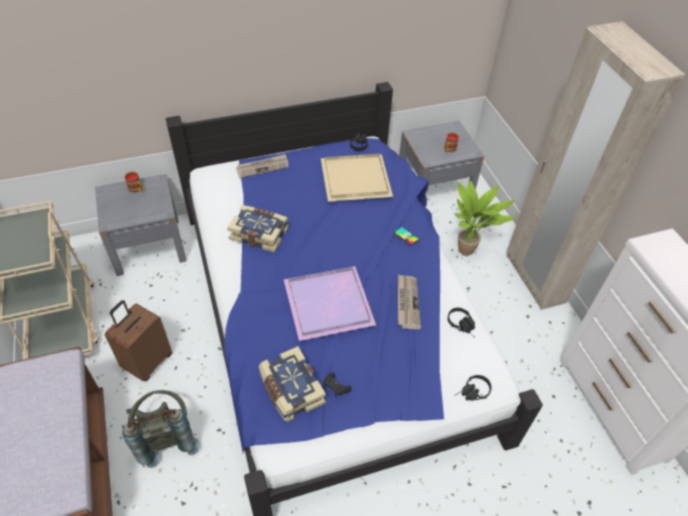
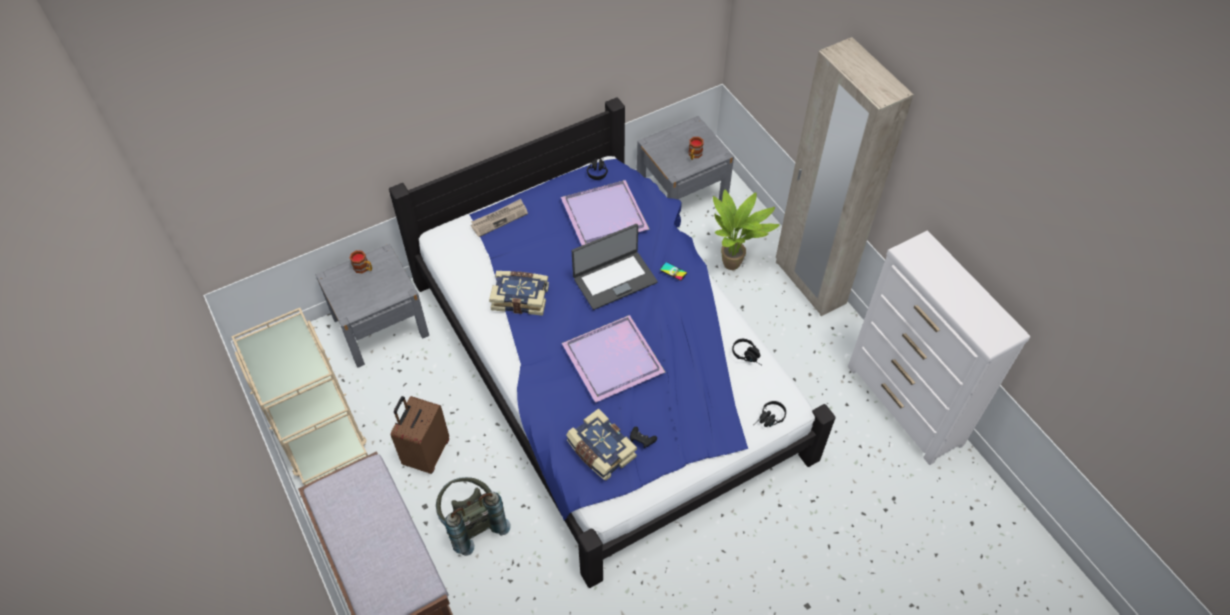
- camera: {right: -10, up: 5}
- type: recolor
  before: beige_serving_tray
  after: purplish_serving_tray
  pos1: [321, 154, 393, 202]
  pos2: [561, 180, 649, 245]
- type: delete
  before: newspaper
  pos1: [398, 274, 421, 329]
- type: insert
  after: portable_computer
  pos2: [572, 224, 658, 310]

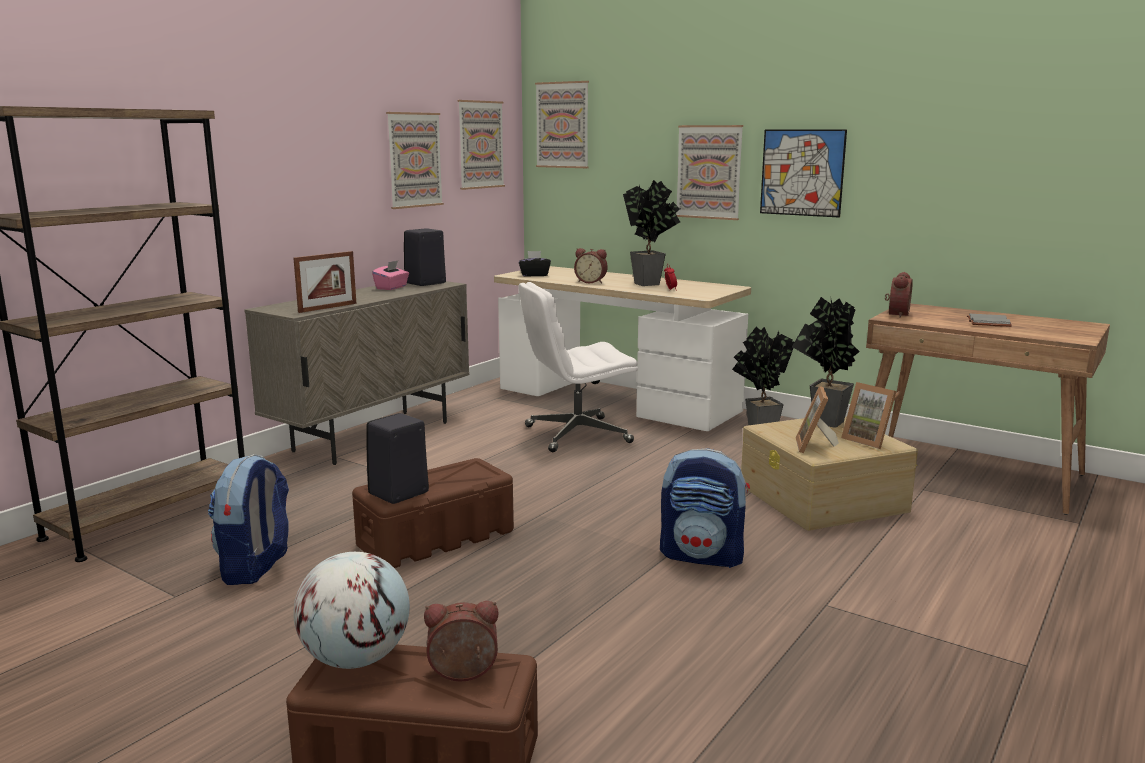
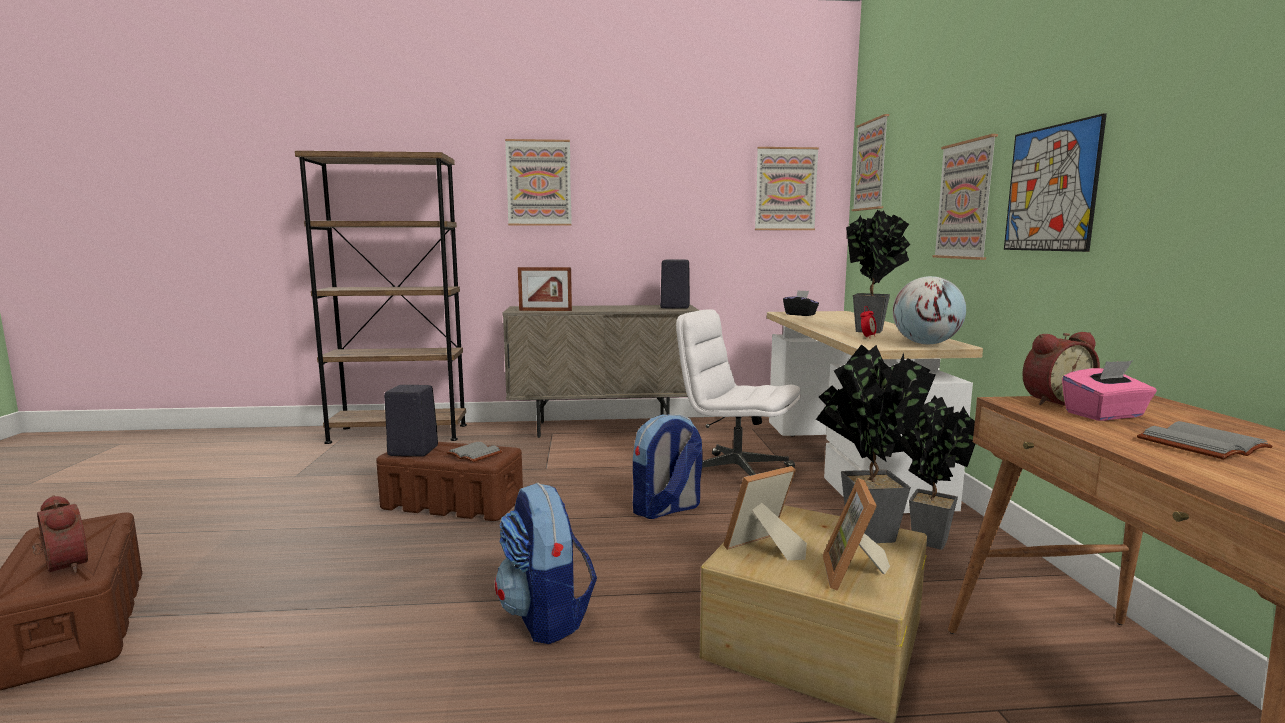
- camera: {right: 50, up: -5}
- type: move
  before: knapsack
  pos1: [208, 454, 289, 585]
  pos2: [633, 414, 703, 519]
- type: move
  before: desk_globe
  pos1: [293, 552, 410, 669]
  pos2: [893, 276, 966, 344]
- type: move
  before: pink-coloured_tissue_box
  pos1: [372, 261, 409, 290]
  pos2: [1062, 361, 1157, 421]
- type: move
  before: picture
  pos1: [386, 112, 444, 209]
  pos2: [505, 139, 572, 226]
- type: delete
  before: alarm_clock
  pos1: [574, 248, 608, 284]
- type: insert
  after: grey_volume
  pos2: [446, 442, 503, 462]

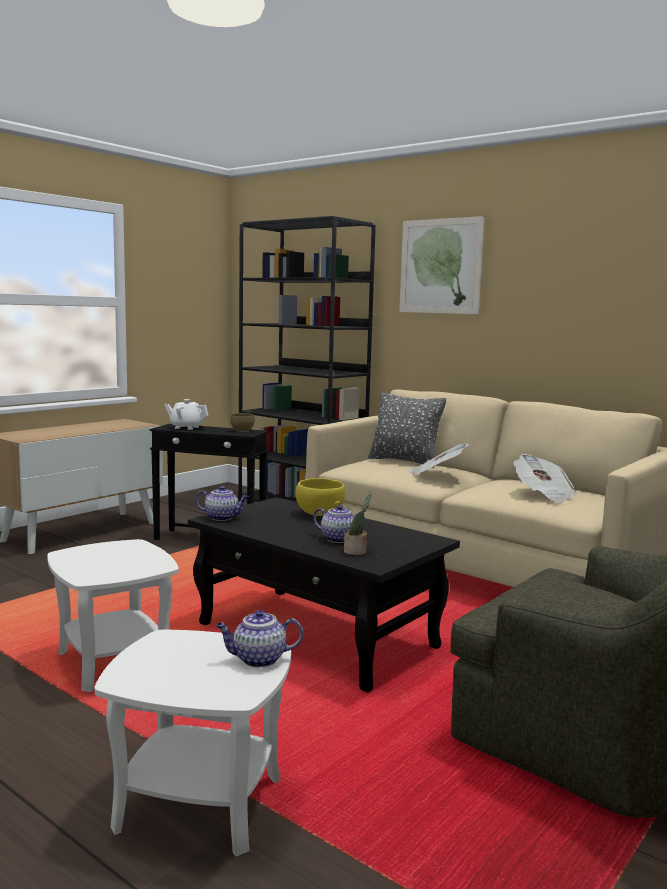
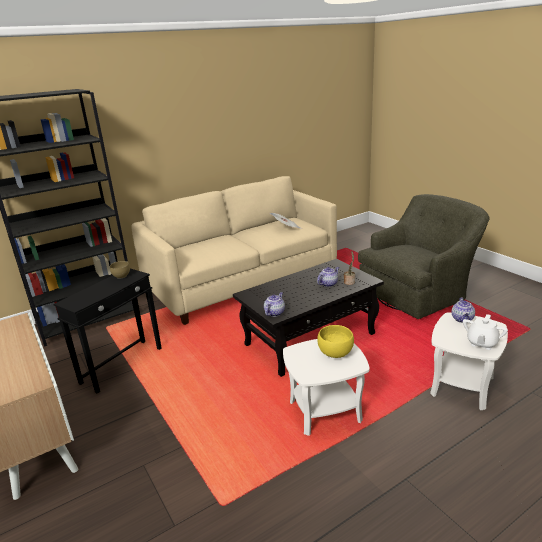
- camera: {right: -70, up: 15}
- type: move
  before: white-coloured_teapot
  pos1: [164, 399, 208, 430]
  pos2: [463, 314, 508, 350]
- type: move
  before: yellow-coloured_serving_bowl
  pos1: [296, 478, 345, 516]
  pos2: [317, 325, 354, 358]
- type: delete
  before: grey_pillow
  pos1: [368, 393, 446, 468]
- type: delete
  before: picture
  pos1: [399, 216, 485, 314]
- type: delete
  before: newspaper
  pos1: [408, 443, 469, 475]

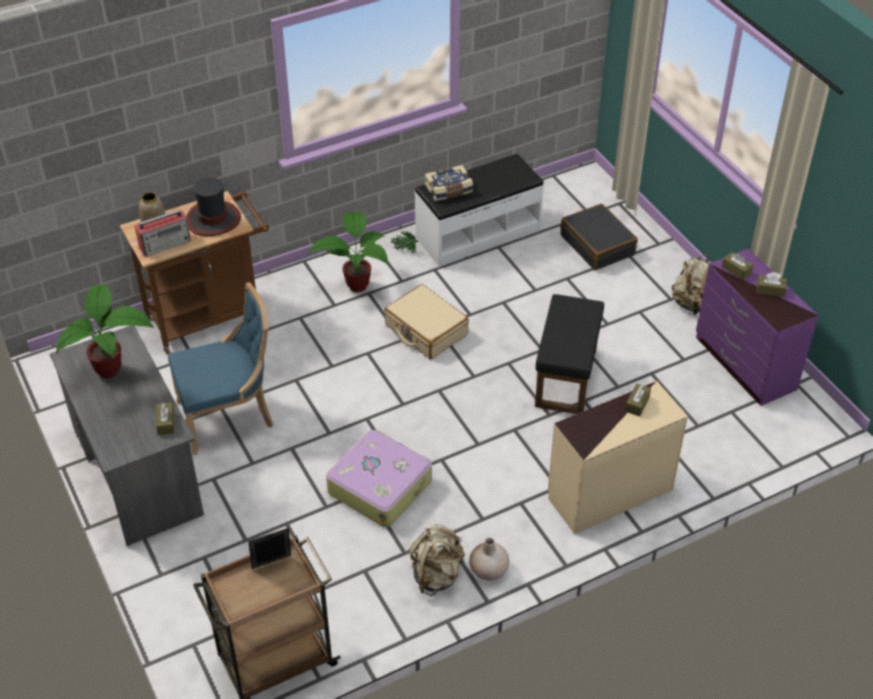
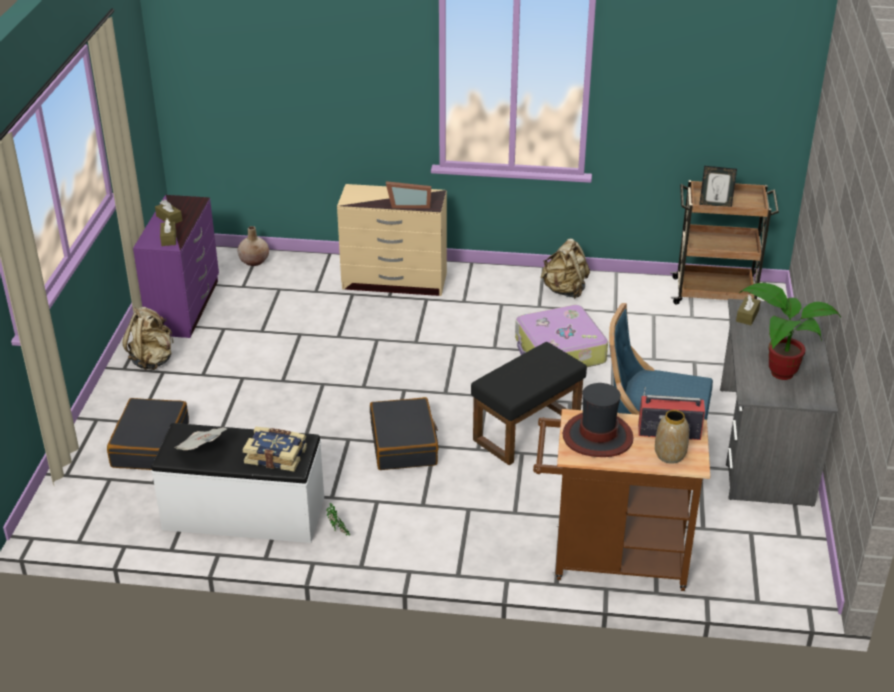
- camera: {right: -145, up: -10}
- type: delete
  before: potted_plant
  pos1: [308, 211, 389, 292]
- type: recolor
  before: beige_travel_case
  after: black-coloured_travel_case
  pos1: [384, 284, 469, 359]
  pos2: [370, 397, 439, 470]
- type: move
  before: beige_vase
  pos1: [469, 538, 509, 581]
  pos2: [237, 226, 269, 266]
- type: move
  before: black-coloured_pouffe
  pos1: [535, 294, 604, 414]
  pos2: [471, 342, 587, 465]
- type: delete
  before: brown-coloured_tissue_box
  pos1: [625, 383, 651, 416]
- type: insert
  after: newspaper
  pos2: [174, 427, 227, 450]
- type: insert
  after: standing_frame
  pos2: [386, 181, 431, 208]

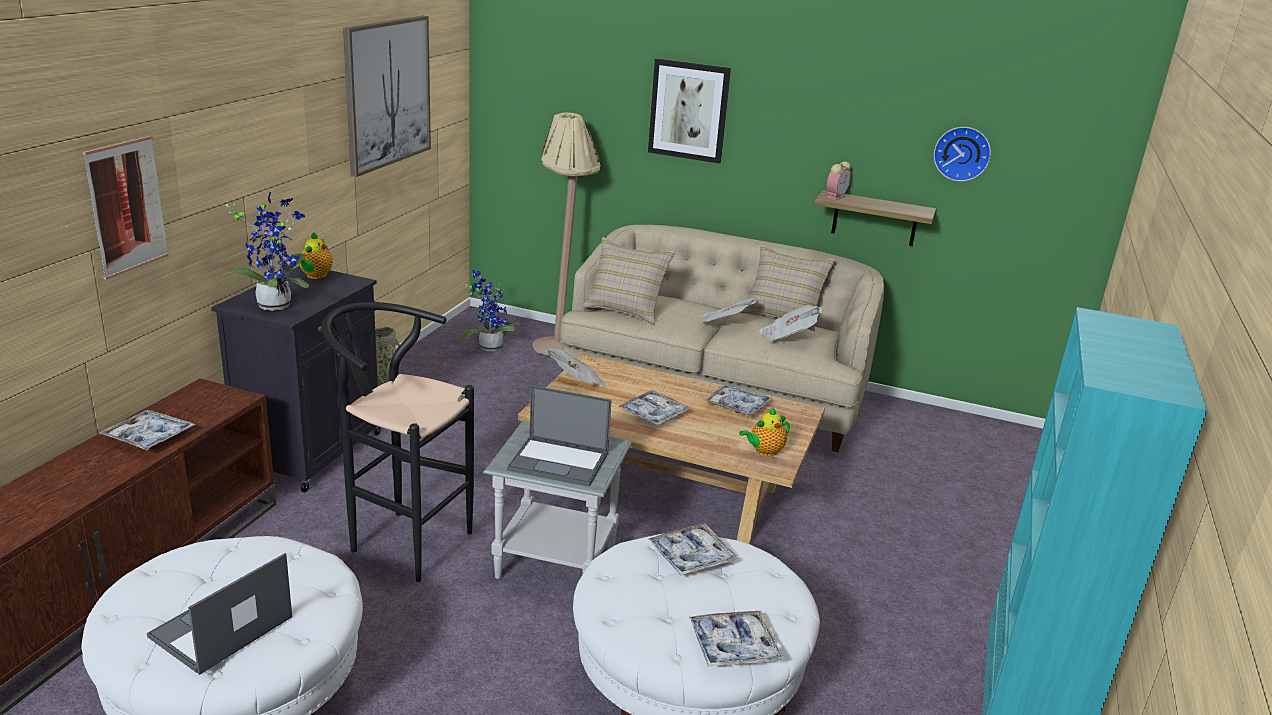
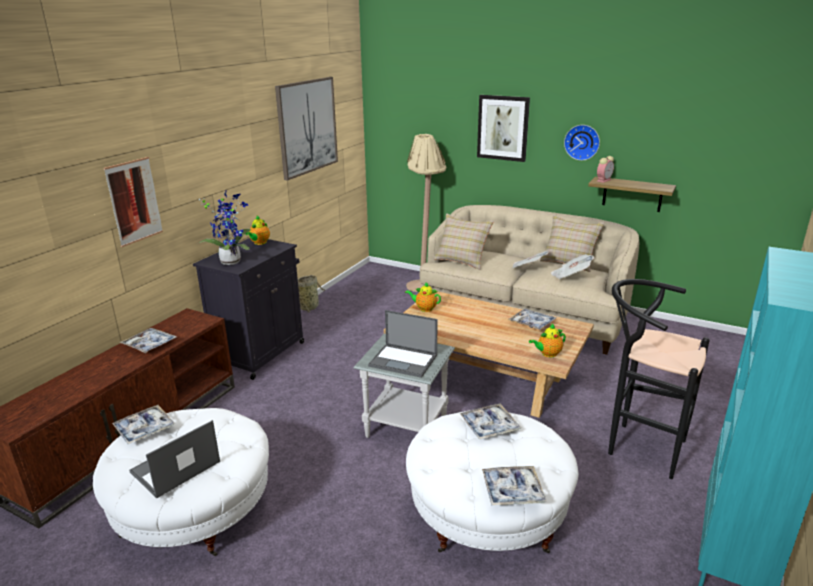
- camera: {right: 10, up: 0}
- type: move
  before: black-coloured_stool_seat
  pos1: [322, 302, 474, 582]
  pos2: [608, 279, 710, 479]
- type: delete
  before: potted_plant
  pos1: [459, 270, 521, 351]
- type: replace
  before: newspaper
  after: teapot
  pos1: [544, 348, 609, 386]
  pos2: [405, 282, 441, 312]
- type: move
  before: serving_tray
  pos1: [618, 390, 690, 425]
  pos2: [112, 405, 175, 444]
- type: move
  before: clock_on_the_wall
  pos1: [934, 127, 991, 181]
  pos2: [564, 125, 600, 161]

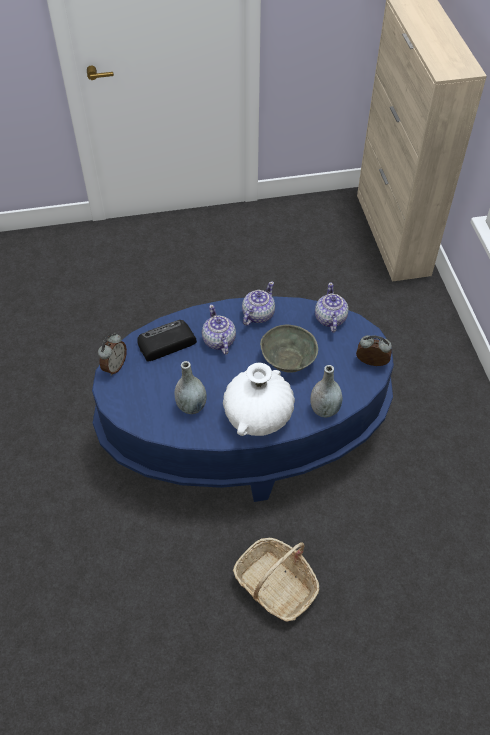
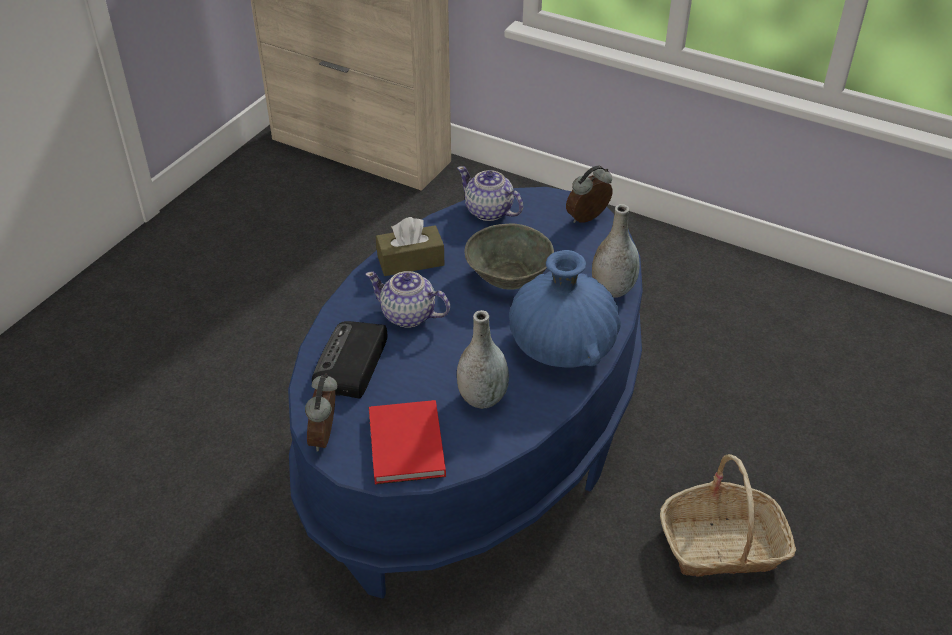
- camera: {right: -50, up: -10}
- type: rotate
  before: alarm_clock
  pos1: [98, 333, 127, 376]
  pos2: [305, 374, 337, 452]
  turn: -150
- type: recolor
  before: white-coloured_vase
  after: bluish_vase
  pos1: [223, 363, 295, 436]
  pos2: [509, 250, 621, 368]
- type: replace
  before: teapot
  after: brown-coloured_tissue_box
  pos1: [242, 281, 275, 326]
  pos2: [376, 217, 444, 276]
- type: insert
  after: red_volume
  pos2: [369, 400, 446, 484]

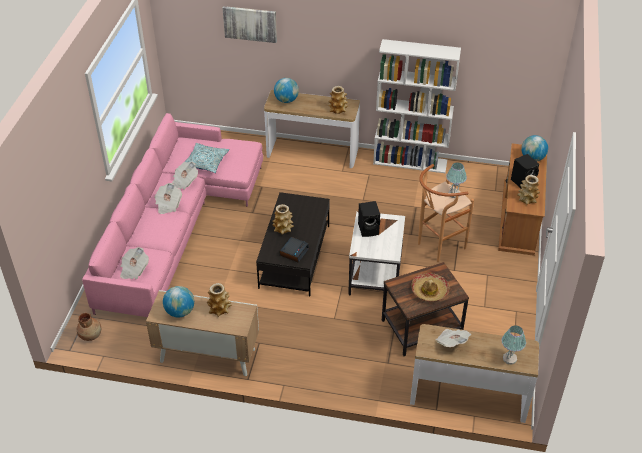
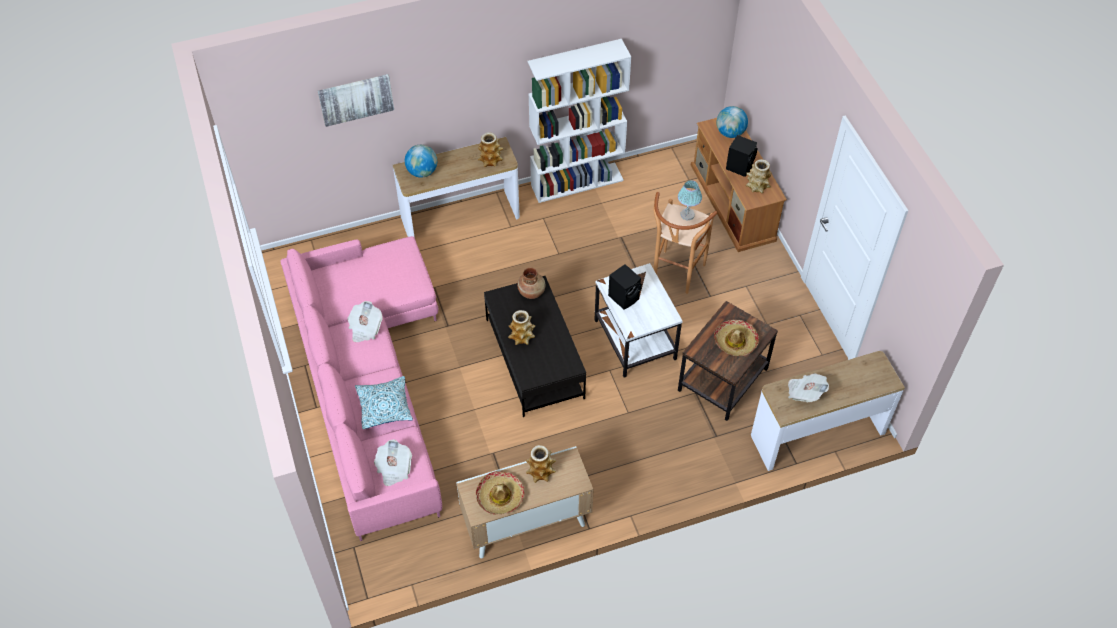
- camera: {right: -30, up: 10}
- type: move
  before: brown-coloured_vase
  pos1: [77, 313, 101, 341]
  pos2: [517, 267, 545, 299]
- type: delete
  before: newspaper
  pos1: [155, 183, 182, 214]
- type: replace
  before: desk_globe
  after: hat
  pos1: [163, 286, 194, 318]
  pos2: [476, 471, 525, 515]
- type: move
  before: pillow
  pos1: [185, 143, 229, 173]
  pos2: [355, 376, 413, 429]
- type: delete
  before: alarm_clock
  pos1: [280, 237, 310, 263]
- type: delete
  before: tabletop_lamp
  pos1: [502, 325, 526, 365]

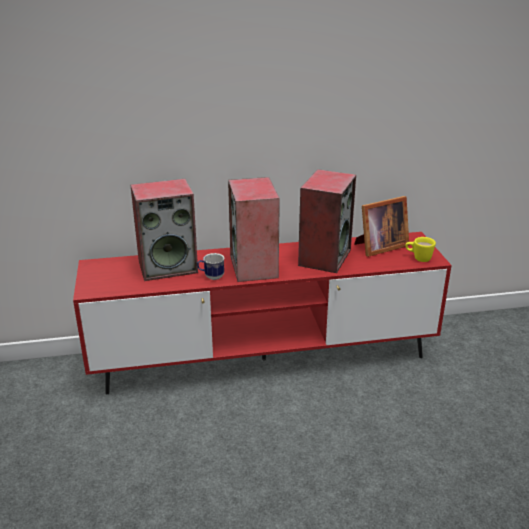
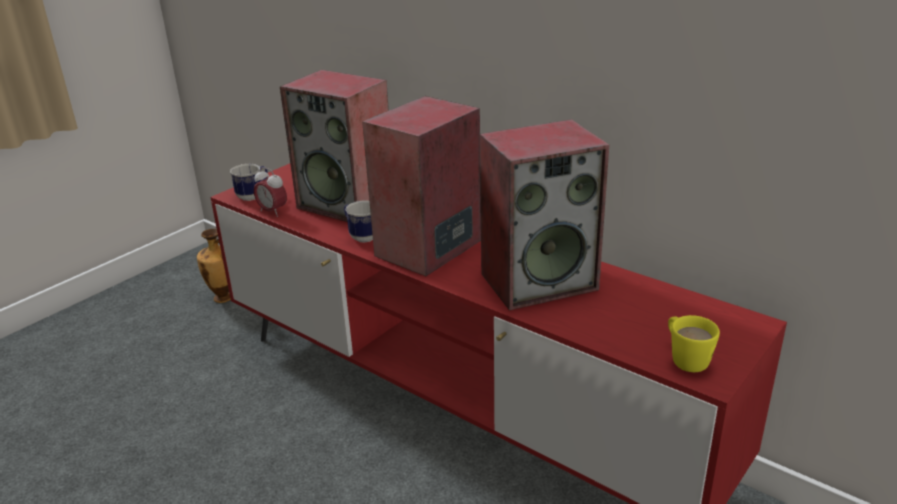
- camera: {right: 50, up: 0}
- type: delete
  before: standing_frame
  pos1: [354, 196, 409, 257]
- type: insert
  after: vase
  pos2: [197, 229, 231, 303]
- type: insert
  after: tea_mug
  pos2: [230, 164, 268, 201]
- type: insert
  after: alarm_clock
  pos2: [254, 167, 287, 217]

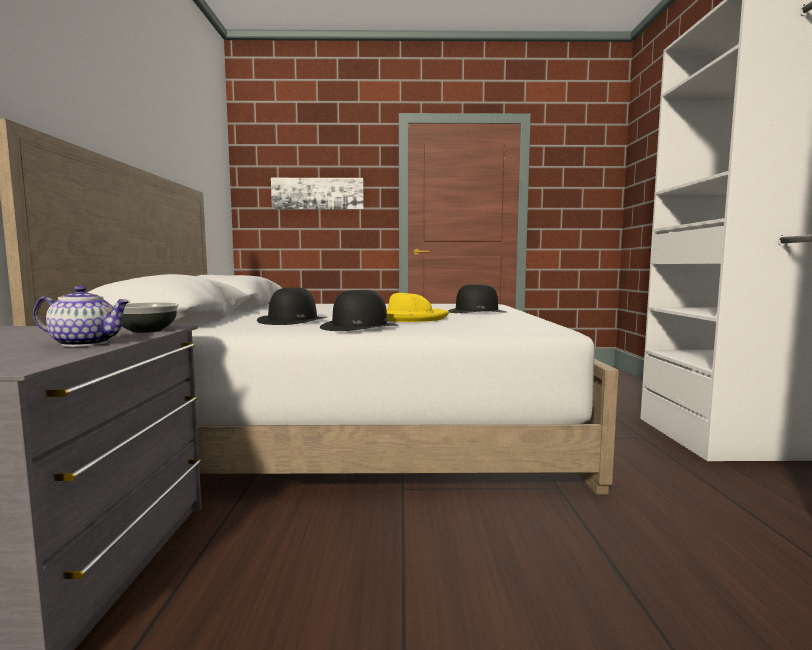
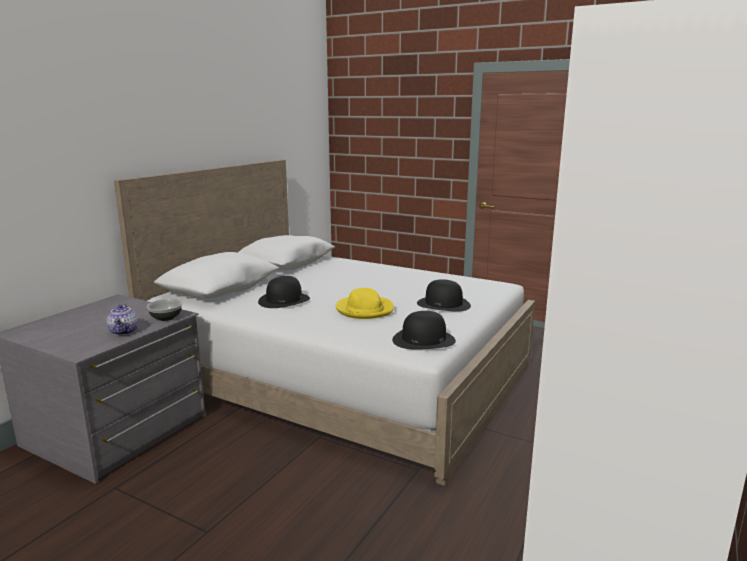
- camera: {right: 30, up: 10}
- type: rotate
  before: teapot
  pos1: [33, 286, 130, 347]
  pos2: [107, 304, 139, 336]
  turn: 45
- type: delete
  before: picture
  pos1: [271, 178, 364, 210]
- type: move
  before: black-coloured_hat
  pos1: [320, 290, 398, 331]
  pos2: [392, 311, 456, 350]

